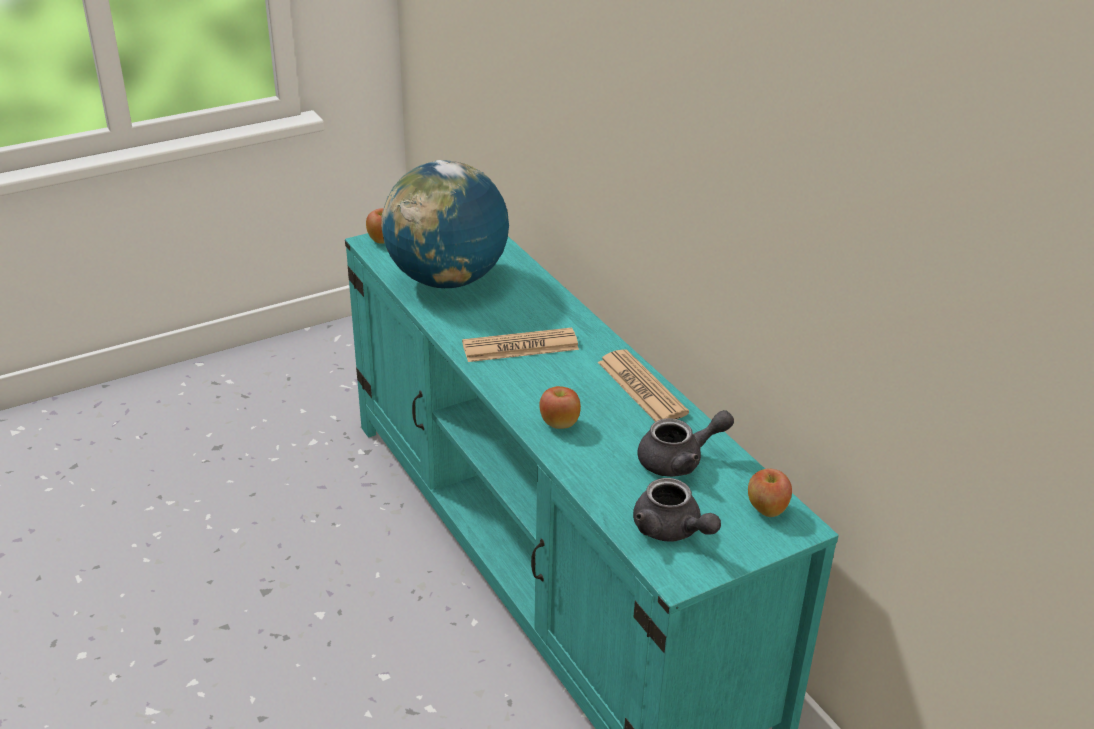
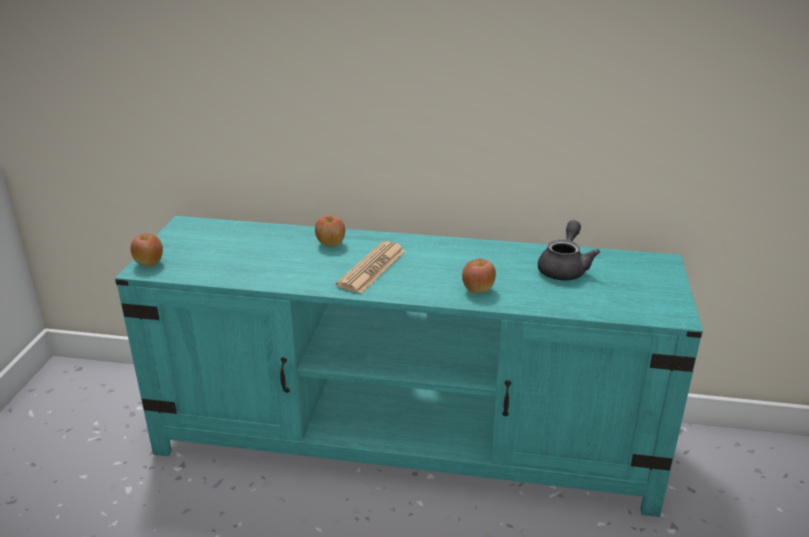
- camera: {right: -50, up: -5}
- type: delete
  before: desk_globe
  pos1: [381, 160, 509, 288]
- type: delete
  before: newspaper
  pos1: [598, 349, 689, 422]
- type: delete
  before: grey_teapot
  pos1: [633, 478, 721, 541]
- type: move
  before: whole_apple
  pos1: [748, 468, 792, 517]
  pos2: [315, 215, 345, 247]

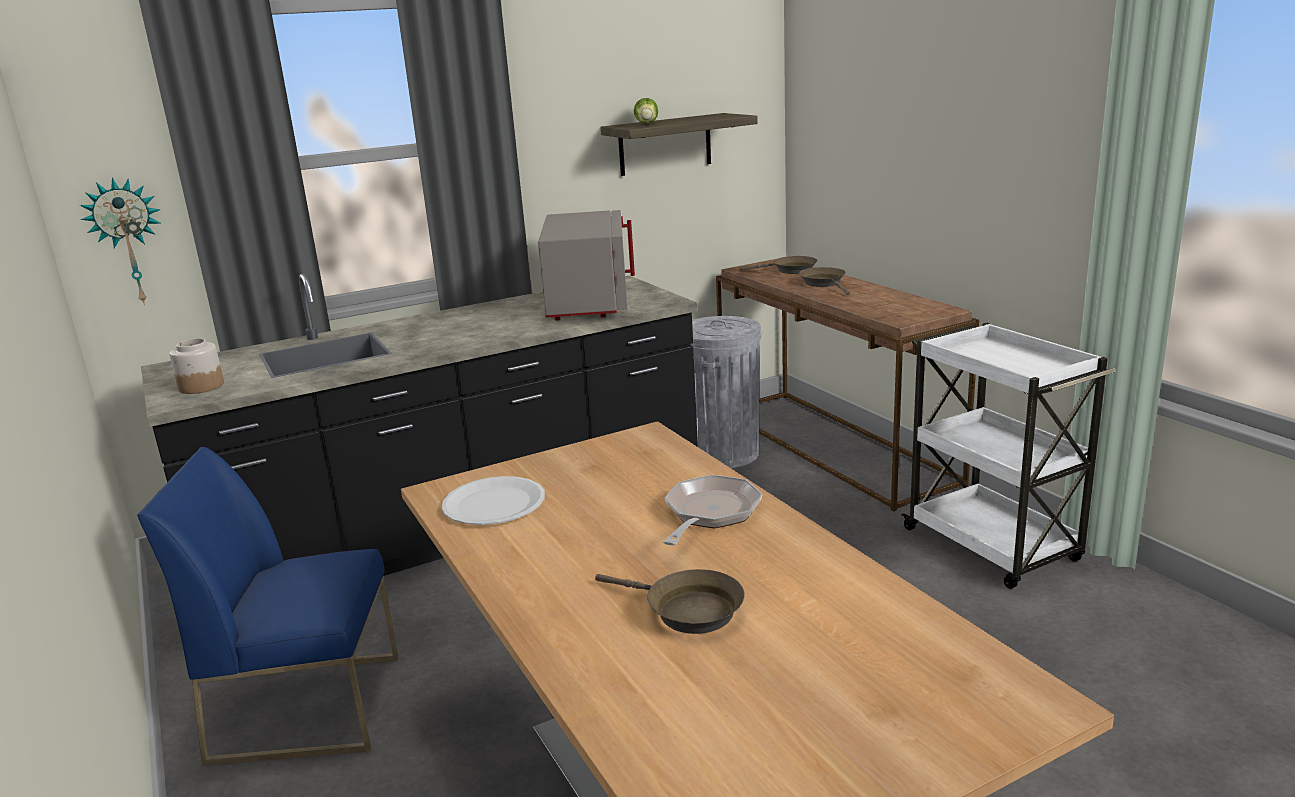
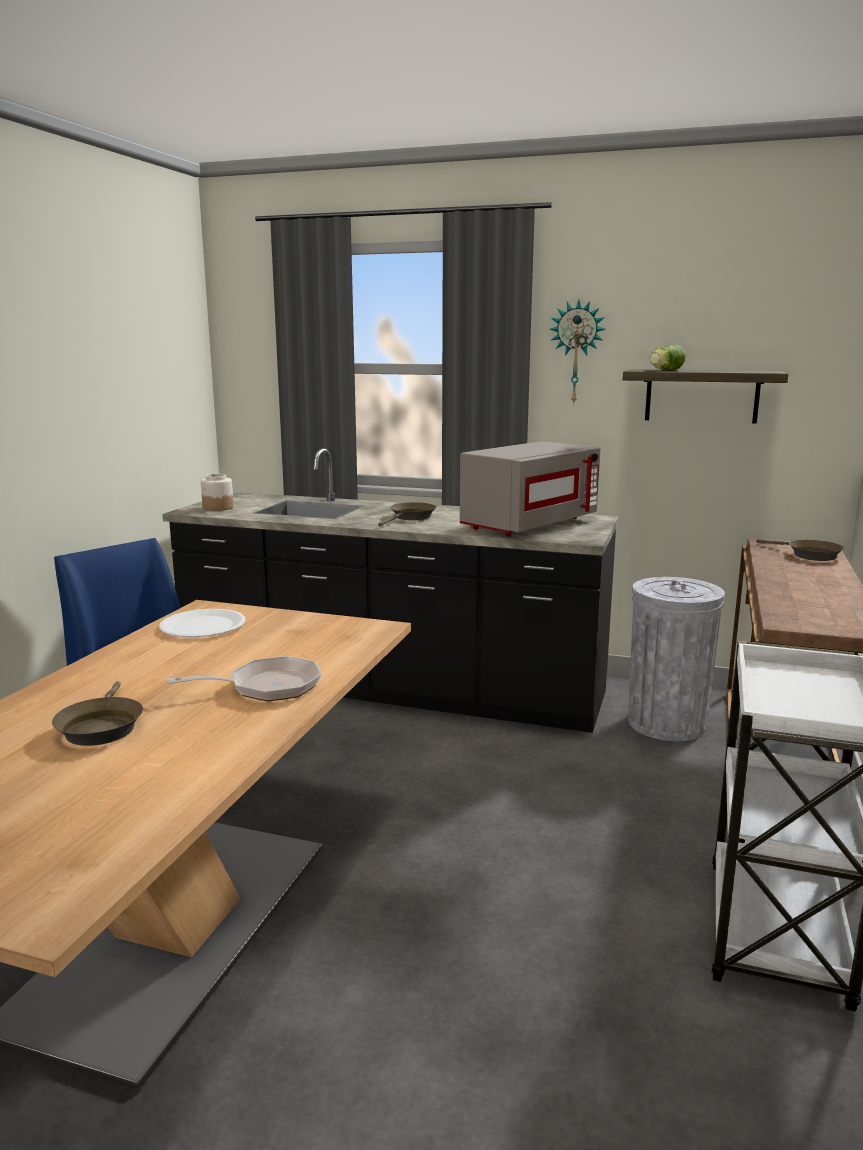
- camera: {right: 45, up: -5}
- type: move
  before: clock_on_the_wall
  pos1: [80, 178, 161, 305]
  pos2: [549, 300, 605, 405]
- type: move
  before: brown-coloured_skillet
  pos1: [799, 267, 850, 295]
  pos2: [378, 502, 436, 526]

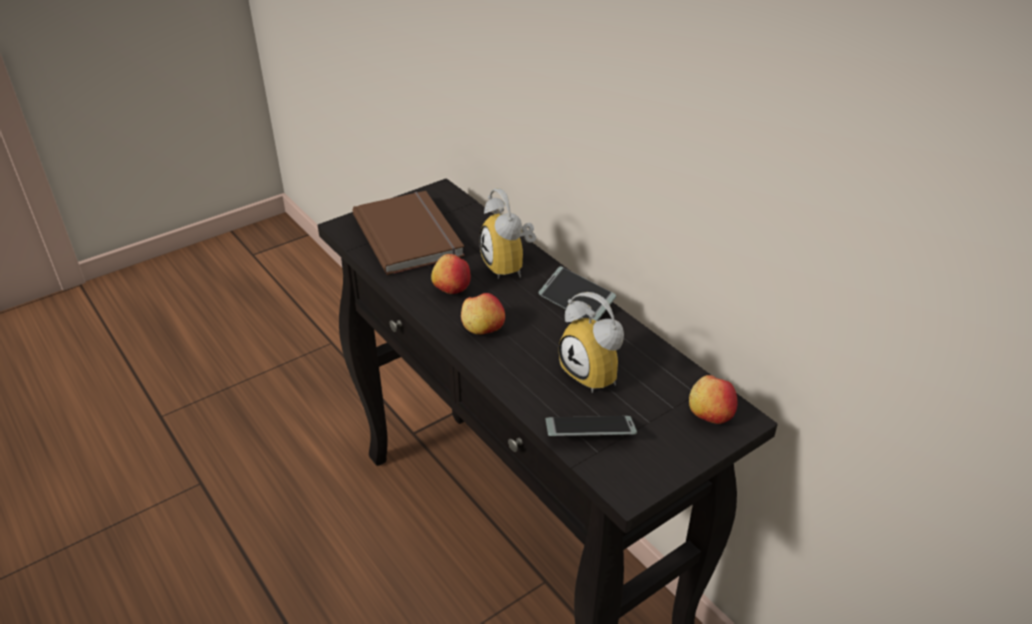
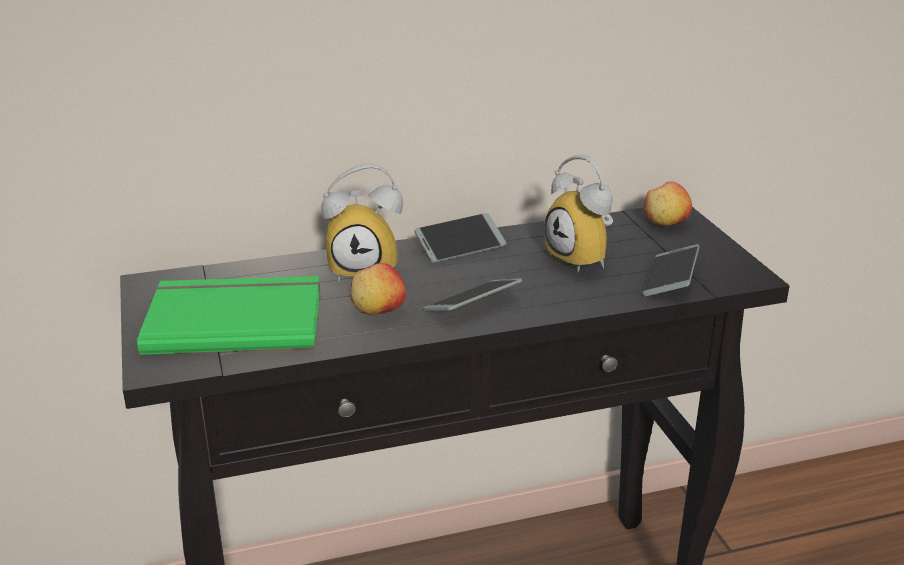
- camera: {right: -70, up: -10}
- type: recolor
  before: brown-coloured_volume
  after: green-coloured_volume
  pos1: [352, 191, 465, 275]
  pos2: [137, 276, 321, 355]
- type: replace
  before: whole_apple
  after: handset
  pos1: [461, 293, 505, 334]
  pos2: [423, 278, 522, 311]
- type: rotate
  before: alarm_clock
  pos1: [559, 292, 624, 393]
  pos2: [544, 155, 613, 273]
  turn: 75

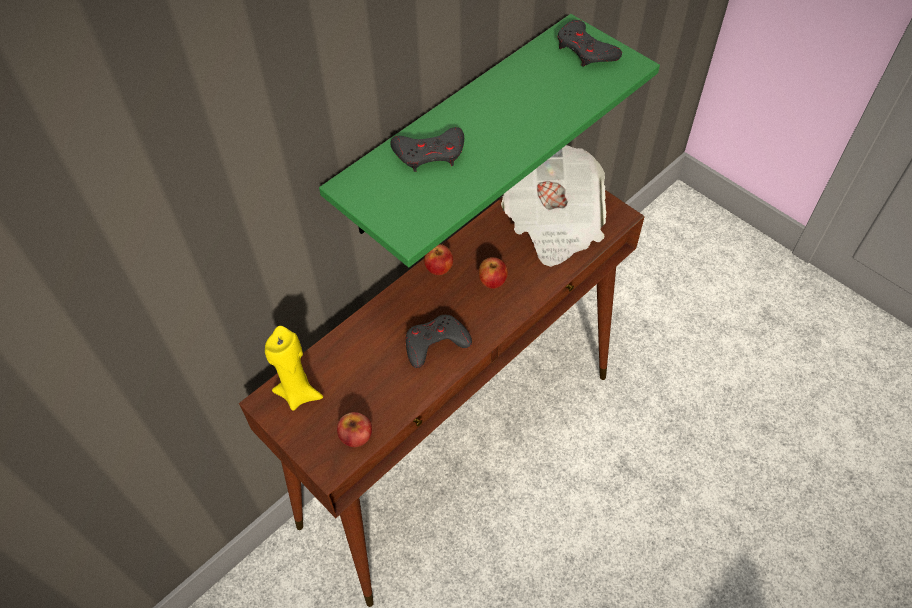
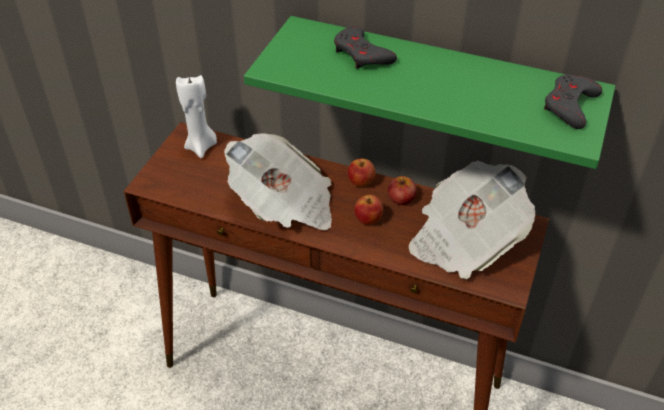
- camera: {right: 65, up: -10}
- type: recolor
  before: yellow-coloured_wax_light
  after: white-coloured_wax_light
  pos1: [265, 326, 323, 410]
  pos2: [176, 75, 217, 158]
- type: move
  before: whole_apple
  pos1: [337, 412, 372, 447]
  pos2: [388, 176, 417, 205]
- type: replace
  before: grey_game_controller
  after: newspaper
  pos1: [406, 315, 472, 368]
  pos2: [224, 133, 332, 230]

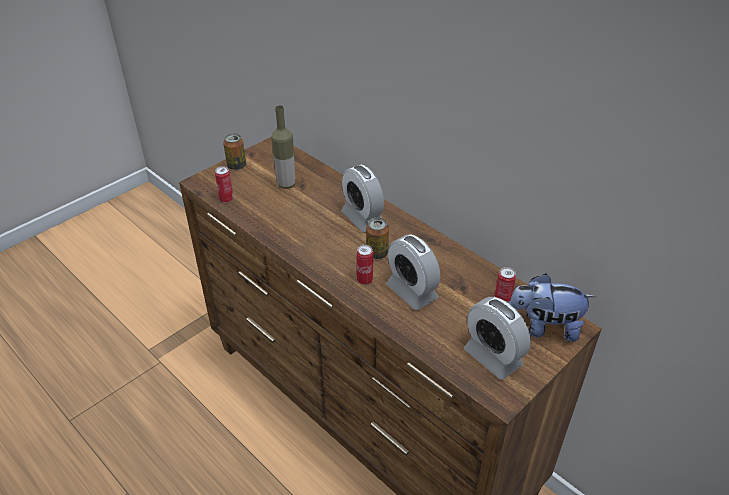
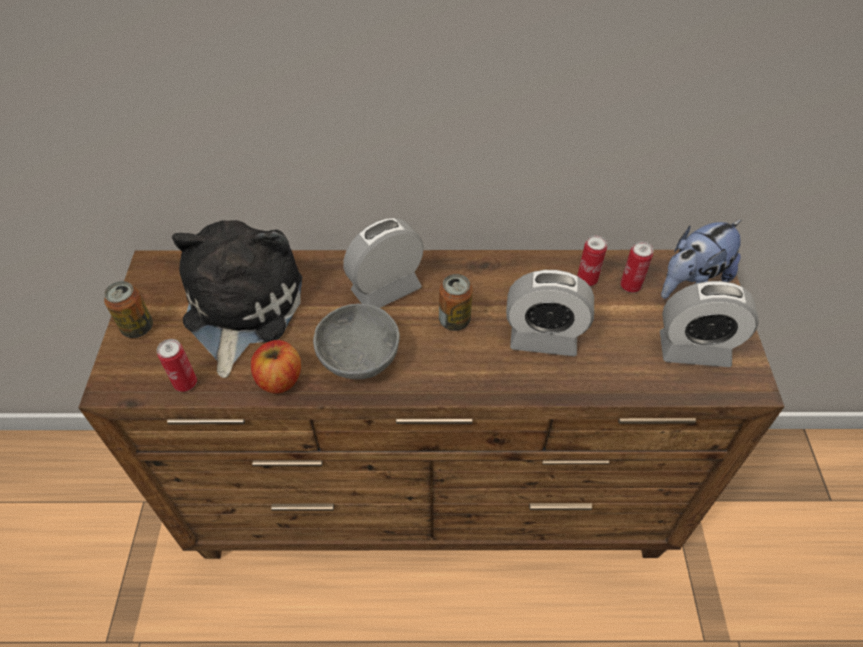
- camera: {right: -45, up: 10}
- type: replace
  before: bottle
  after: soft_toy
  pos1: [271, 105, 295, 189]
  pos2: [171, 220, 302, 378]
- type: rotate
  before: alarm_clock
  pos1: [341, 165, 384, 233]
  pos2: [343, 218, 424, 308]
  turn: 135
- type: move
  before: can
  pos1: [357, 245, 373, 285]
  pos2: [577, 235, 607, 286]
- type: insert
  after: whole_apple
  pos2: [251, 340, 301, 393]
- type: insert
  after: grey_serving_bowl
  pos2: [313, 304, 400, 379]

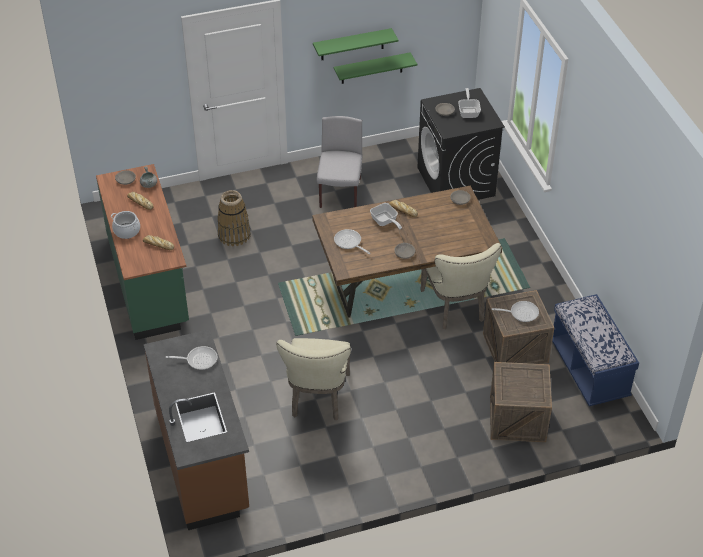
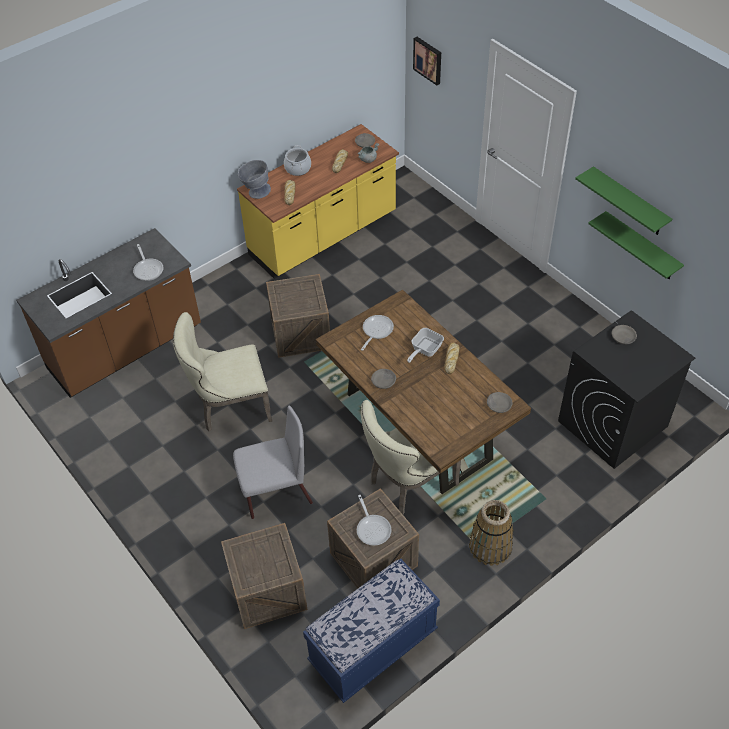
- camera: {right: 70, up: 5}
- type: recolor
  before: green-coloured_kitchen_counter
  after: yellow-coloured_kitchen_counter
  pos1: [96, 164, 189, 340]
  pos2: [237, 124, 399, 279]
- type: move
  before: storage_basket
  pos1: [218, 190, 251, 247]
  pos2: [469, 500, 514, 566]
- type: move
  before: grey_upright_chair
  pos1: [317, 116, 362, 208]
  pos2: [233, 405, 313, 519]
- type: delete
  before: skillet
  pos1: [458, 88, 481, 118]
- type: insert
  after: grey_serving_bowl
  pos2: [238, 160, 271, 199]
- type: insert
  after: crate
  pos2: [266, 274, 330, 358]
- type: insert
  after: picture
  pos2: [413, 37, 441, 85]

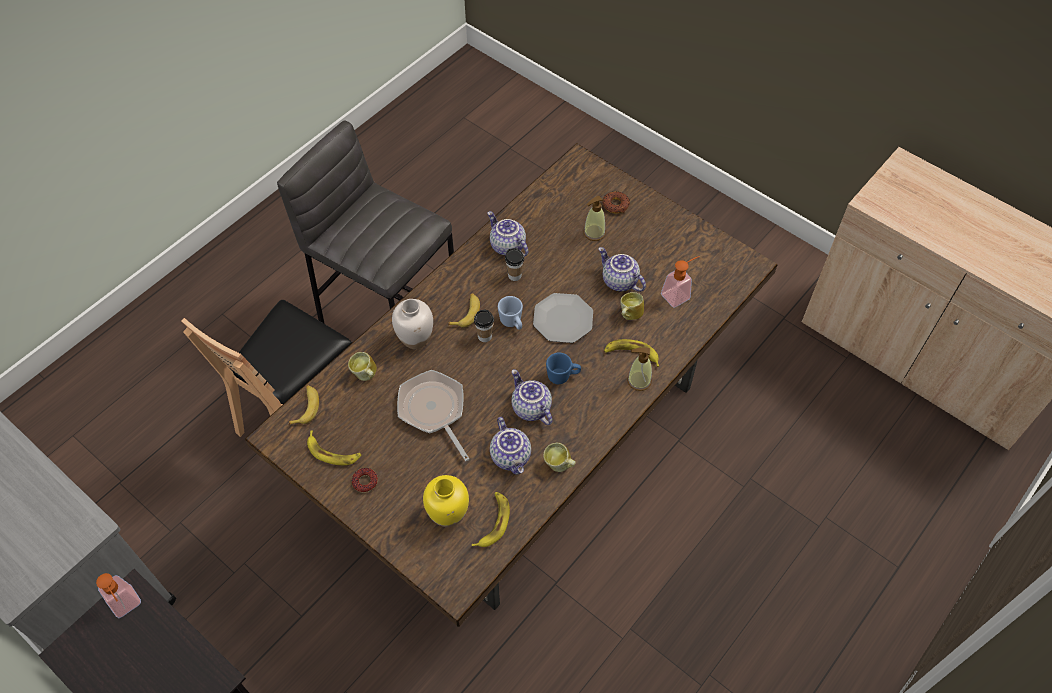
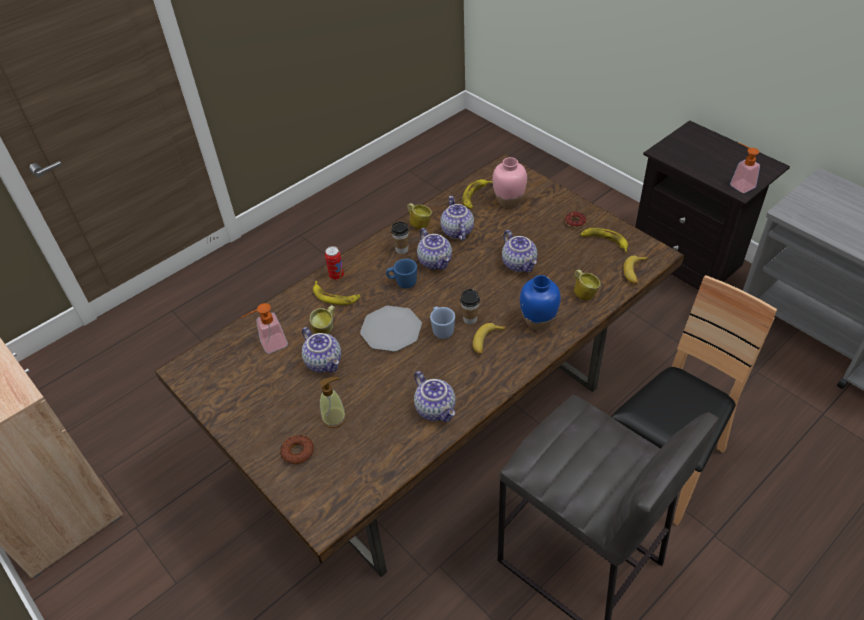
- camera: {right: -170, up: -10}
- type: recolor
  before: white-coloured_vase
  after: bluish_vase
  pos1: [392, 299, 433, 349]
  pos2: [520, 275, 561, 330]
- type: replace
  before: skillet
  after: teapot
  pos1: [397, 370, 469, 461]
  pos2: [502, 230, 537, 272]
- type: recolor
  before: yellow-coloured_vase
  after: pink-coloured_vase
  pos1: [423, 475, 469, 527]
  pos2: [493, 157, 527, 208]
- type: move
  before: drinking_cup
  pos1: [505, 248, 524, 281]
  pos2: [391, 222, 409, 254]
- type: replace
  before: soap_dispenser
  after: can
  pos1: [627, 348, 652, 391]
  pos2: [325, 246, 344, 280]

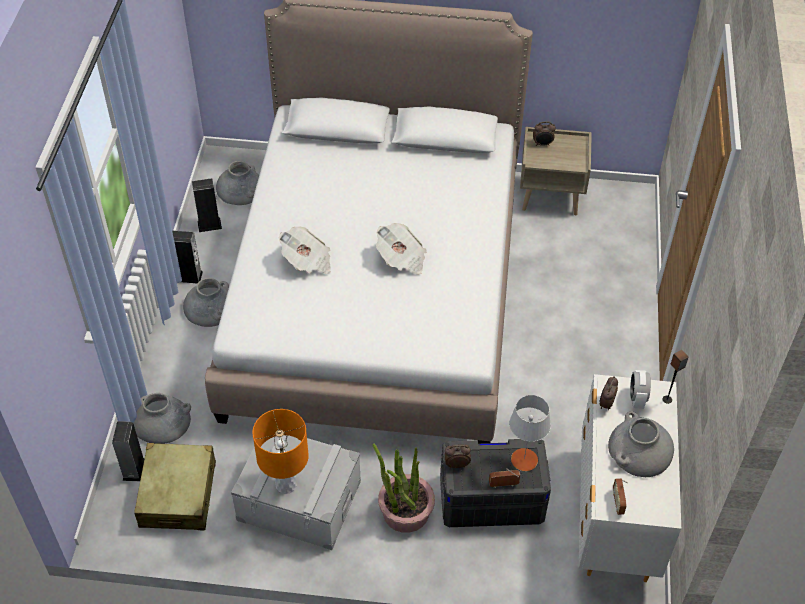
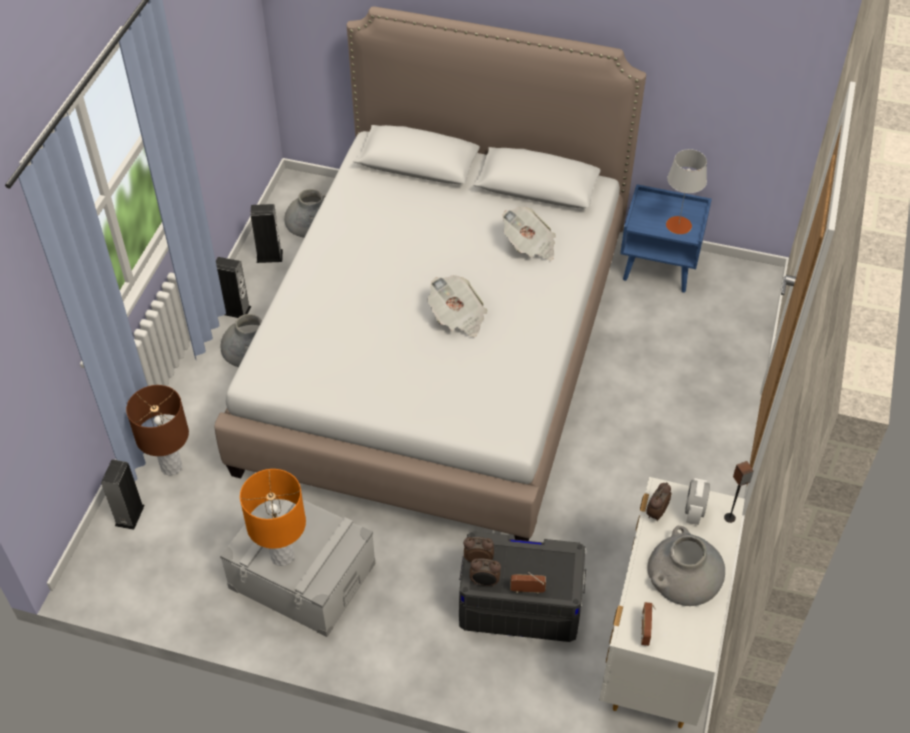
- camera: {right: 10, up: 0}
- type: replace
  before: grey_vase
  after: brown-coloured_tabletop_lamp
  pos1: [133, 393, 191, 444]
  pos2: [126, 385, 189, 476]
- type: delete
  before: beige_travel_case
  pos1: [134, 443, 216, 531]
- type: move
  before: newspaper
  pos1: [279, 227, 331, 274]
  pos2: [502, 207, 556, 260]
- type: delete
  before: potted_plant
  pos1: [372, 443, 435, 533]
- type: move
  before: grey_tabletop_lamp
  pos1: [509, 395, 551, 471]
  pos2: [666, 149, 707, 234]
- type: recolor
  before: beige_night_table
  after: bluish_night_table
  pos1: [520, 127, 592, 215]
  pos2: [620, 184, 712, 293]
- type: move
  before: alarm_clock
  pos1: [533, 122, 556, 146]
  pos2: [470, 558, 501, 586]

